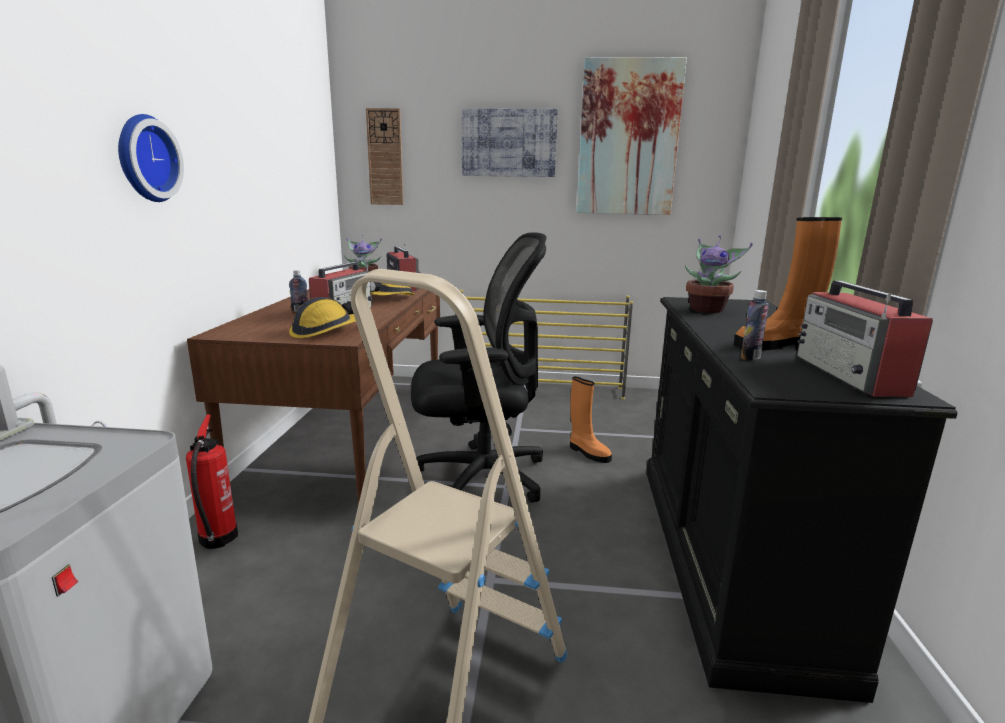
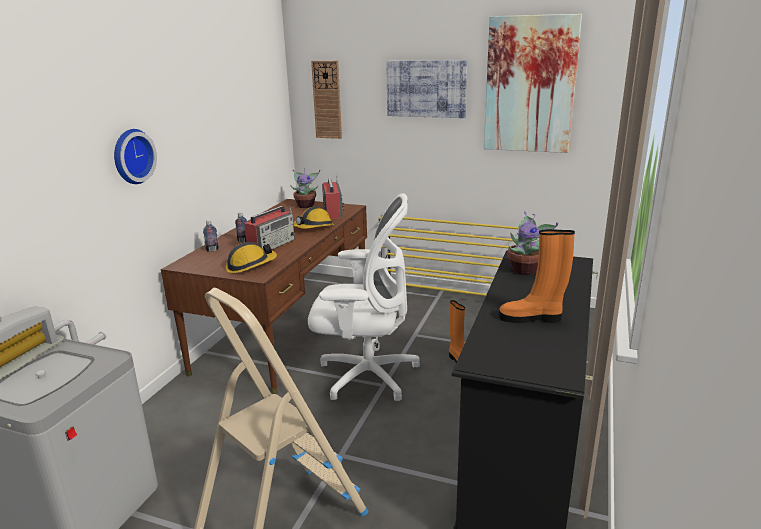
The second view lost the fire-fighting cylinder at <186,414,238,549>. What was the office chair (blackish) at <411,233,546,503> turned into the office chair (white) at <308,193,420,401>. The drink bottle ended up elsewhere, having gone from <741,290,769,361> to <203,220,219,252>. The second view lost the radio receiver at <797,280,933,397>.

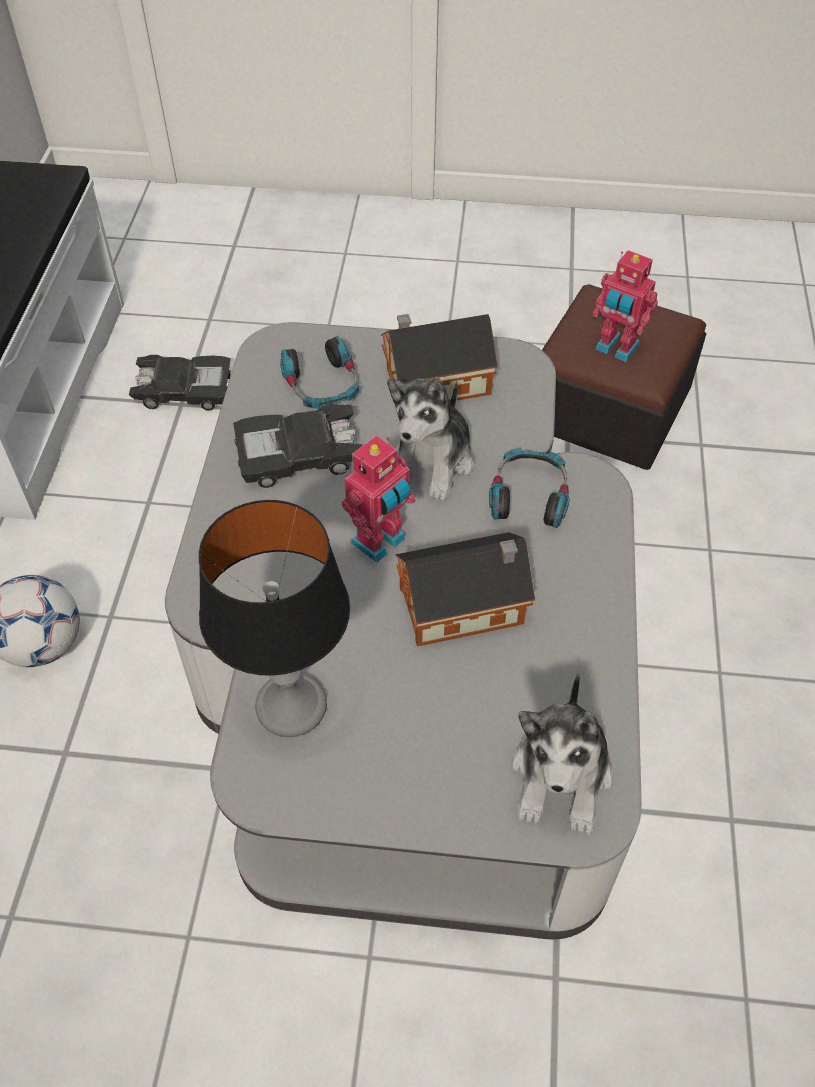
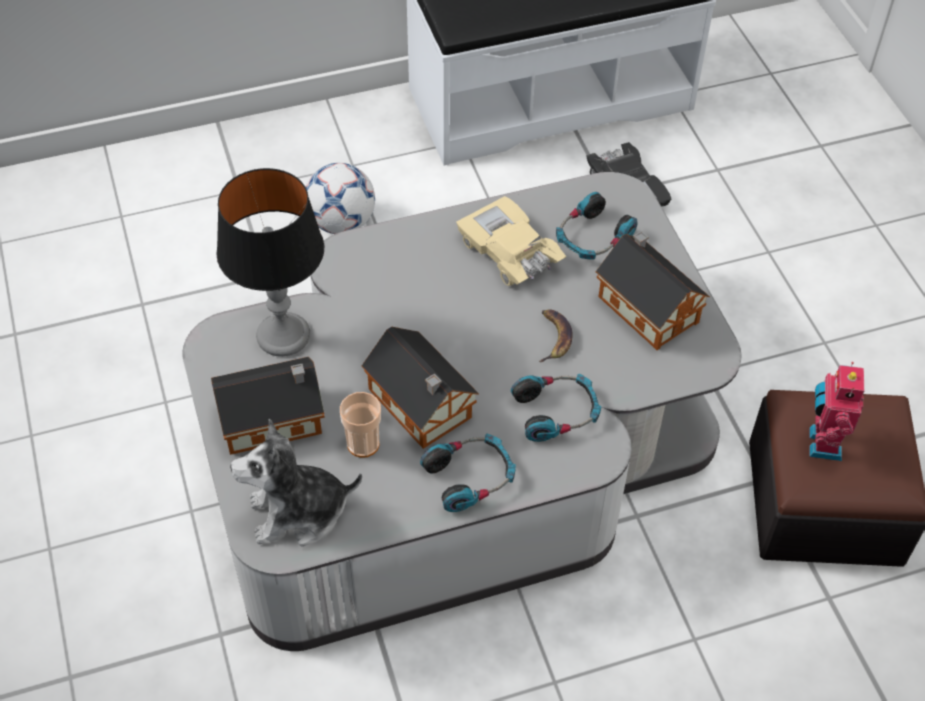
What was the toy car (blackish) at <233,404,362,488> turned into the toy car (beige) at <456,196,567,286>. The second view lost the toy robot at <342,435,416,563>. Where the plush toy stood at <387,377,474,502>, the banana fruit came to stand at <539,309,572,362>. The second view gained the toy house at <211,357,325,455>. The second view gained the drinking cup at <340,392,381,458>. The second view gained the headset at <420,434,516,512>.

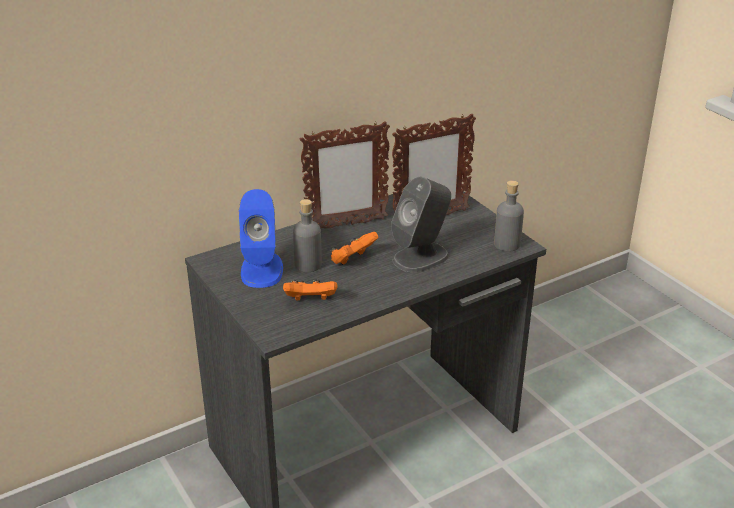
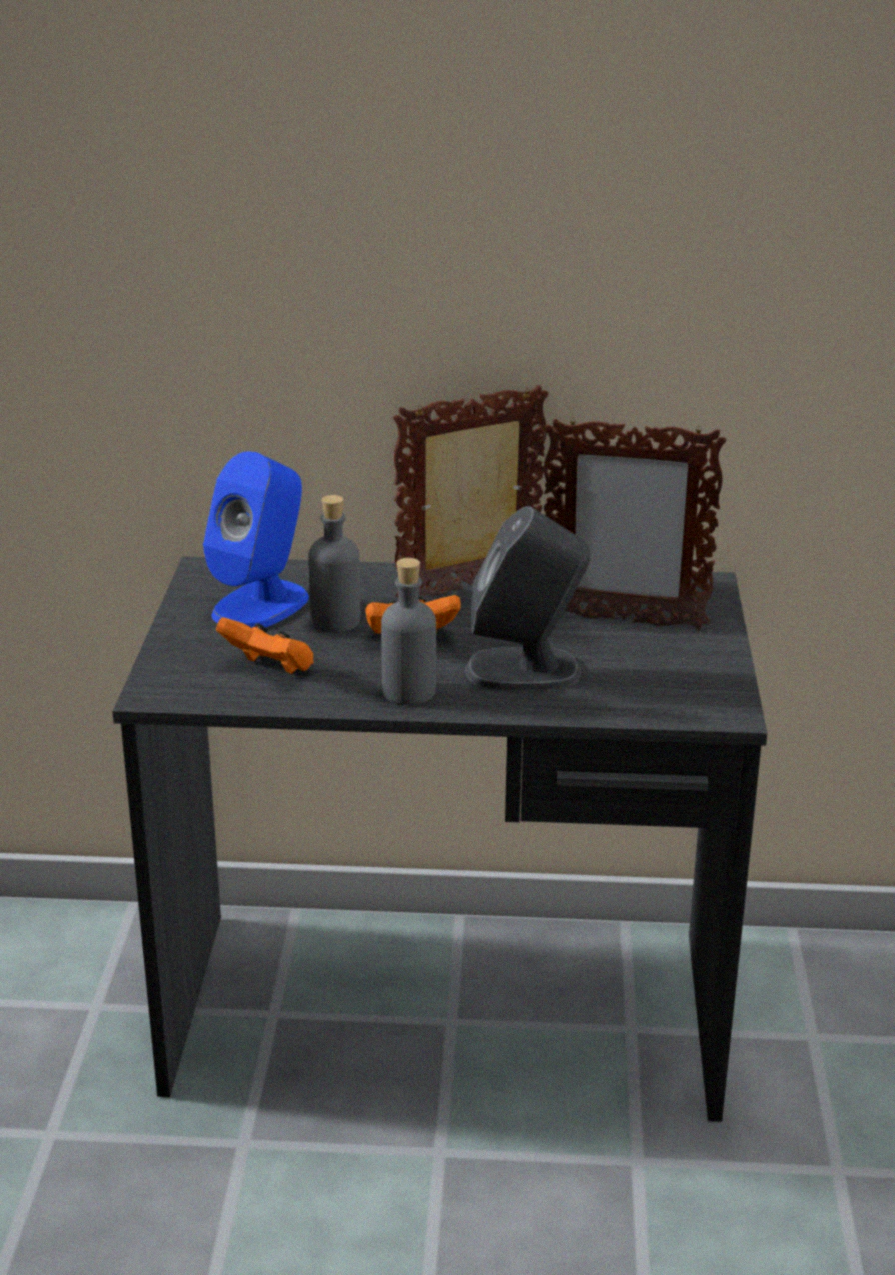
The photo frame at <300,121,390,228> ended up facing another way, 135 degrees clockwise from before. The drink bottle (grey) ended up elsewhere, having gone from <494,180,524,252> to <381,558,436,705>.

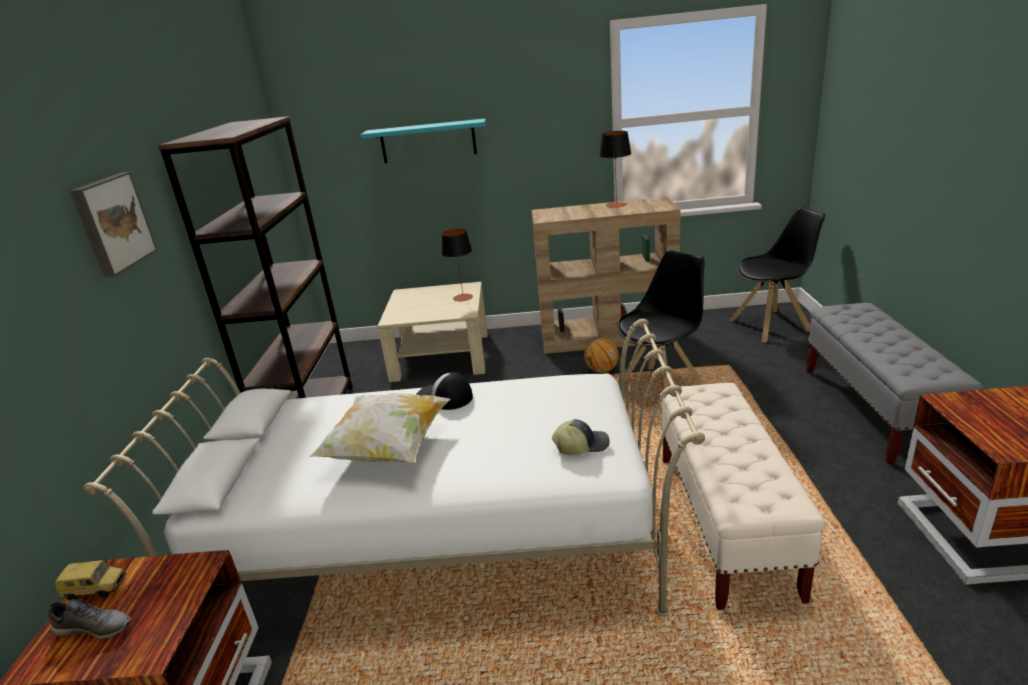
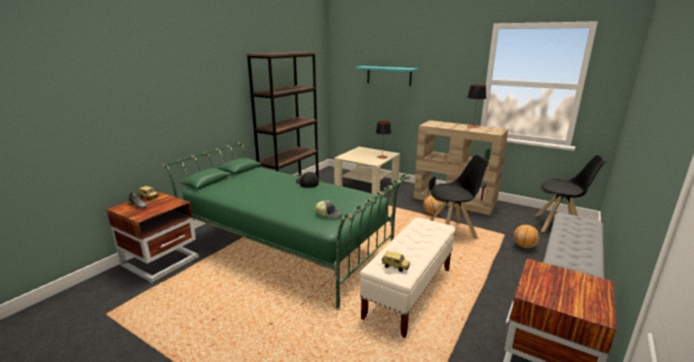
The second view lost the wall picture at <70,172,157,277>. What was the sleeping bed (white) at <83,319,705,616> turned into the sleeping bed (green) at <162,142,410,310>. The second view lost the throw pillow at <309,393,450,462>. The second view gained the toy car at <382,251,410,272>. The second view gained the basketball at <514,225,540,248>.

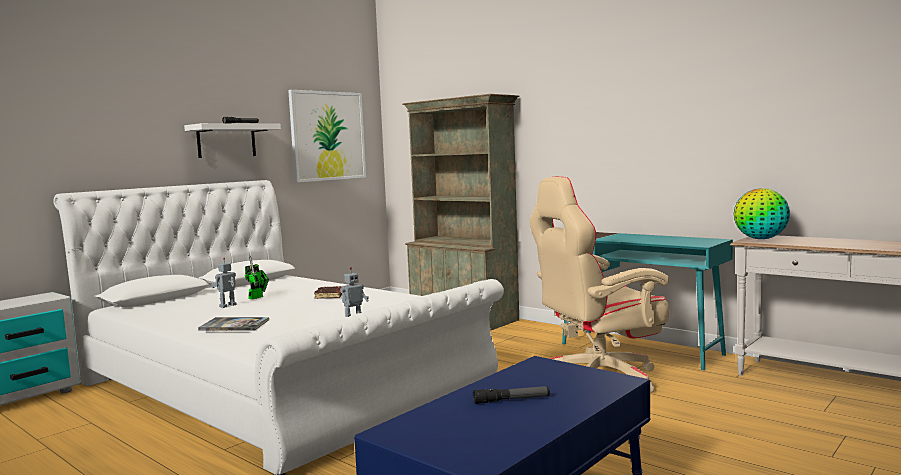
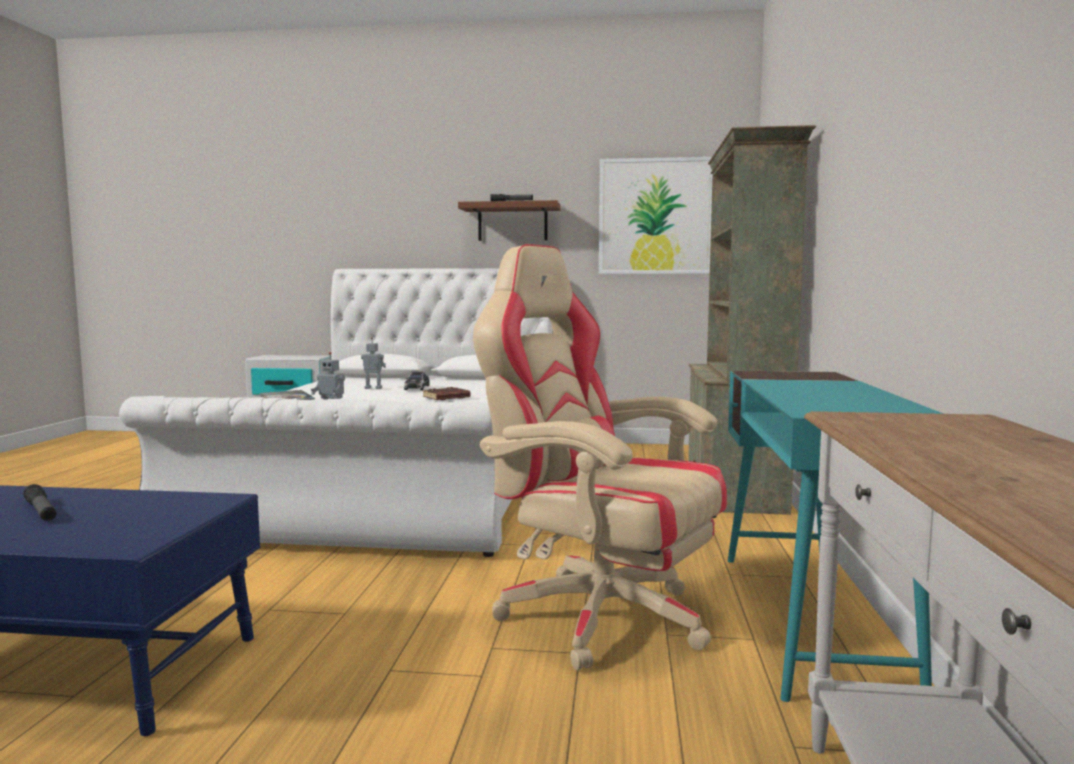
What was the bracket shelf (white) at <184,123,281,158> turned into the bracket shelf (brown-coloured) at <458,200,561,241>. Where the toy robot stood at <245,255,269,299>, the toy car came to stand at <404,372,429,390>. The second view lost the desk globe at <734,188,790,239>.

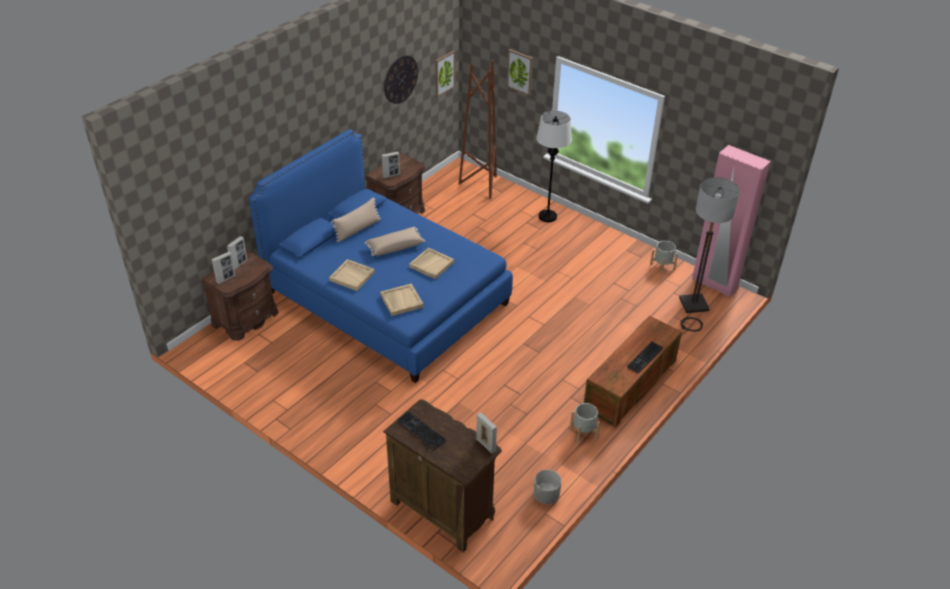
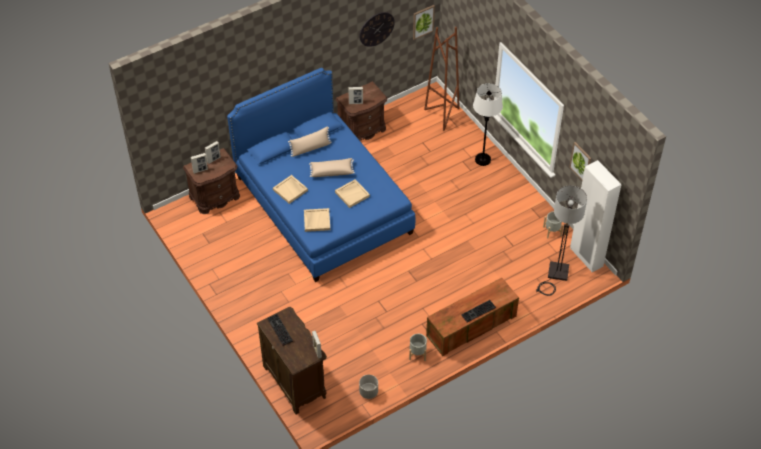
The wall picture ended up elsewhere, having gone from <507,49,533,96> to <569,142,591,180>. What was the wardrobe (pink-coloured) at <692,145,771,297> turned into the wardrobe (white) at <570,160,622,272>.

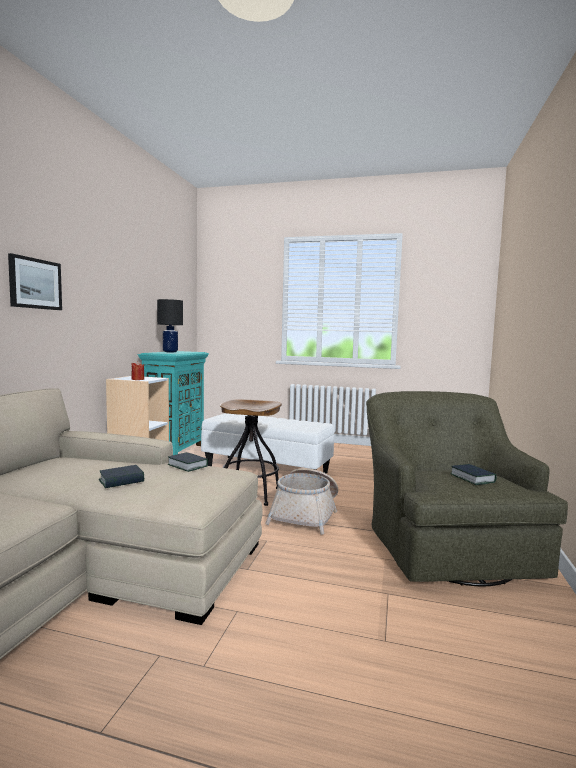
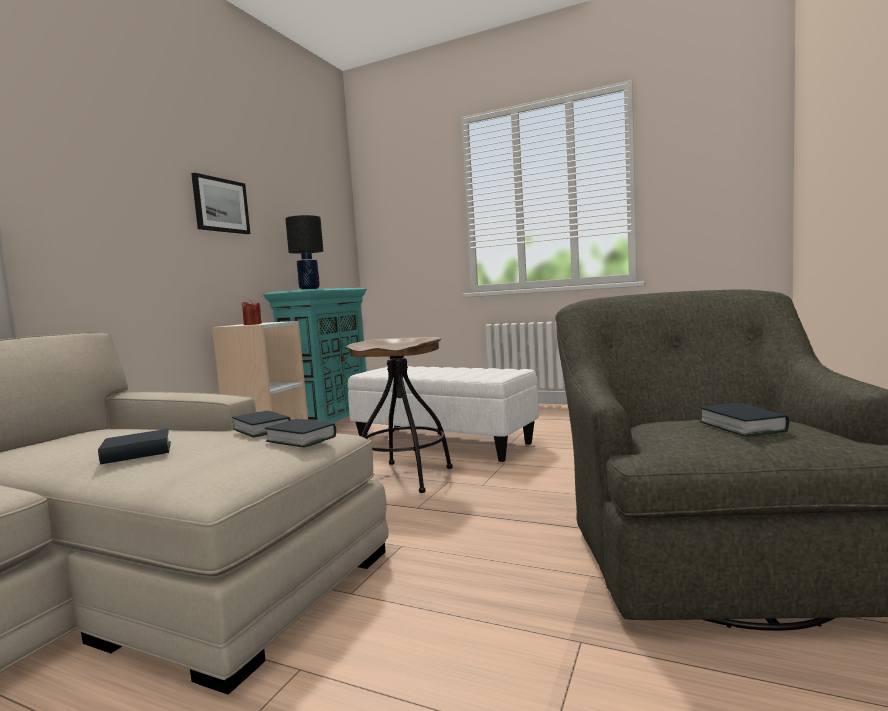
The wall picture ended up elsewhere, having gone from <8,253,62,310> to <191,173,250,234>. The second view lost the basket at <265,468,338,535>. The second view gained the volume at <265,419,336,448>.

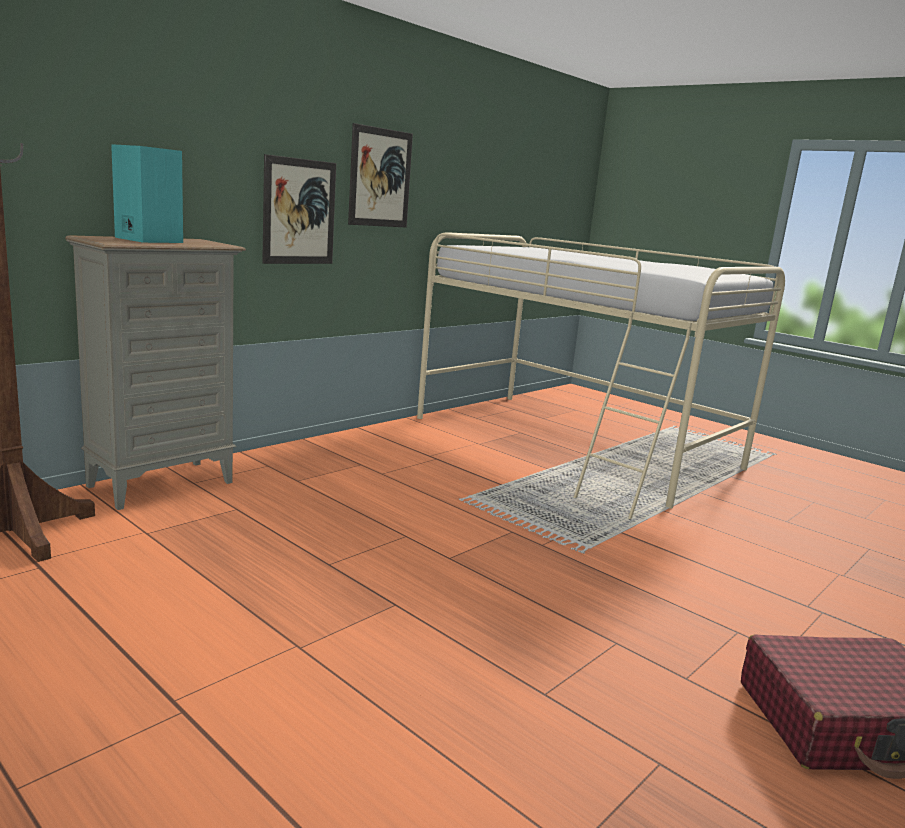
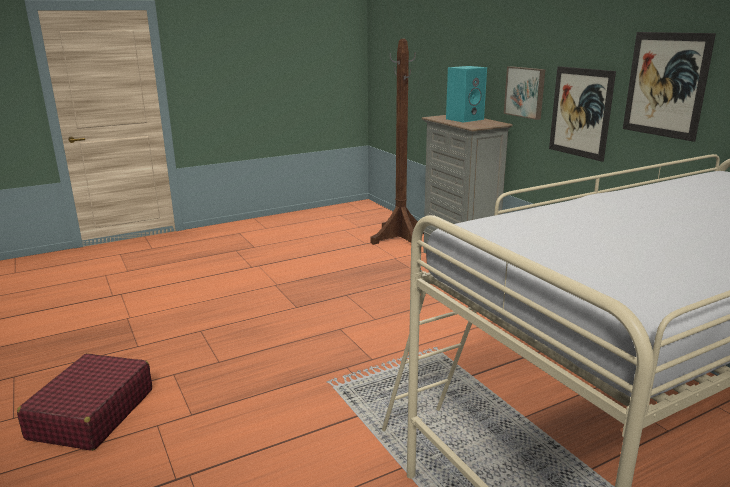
The second view gained the wall picture at <504,66,546,120>.

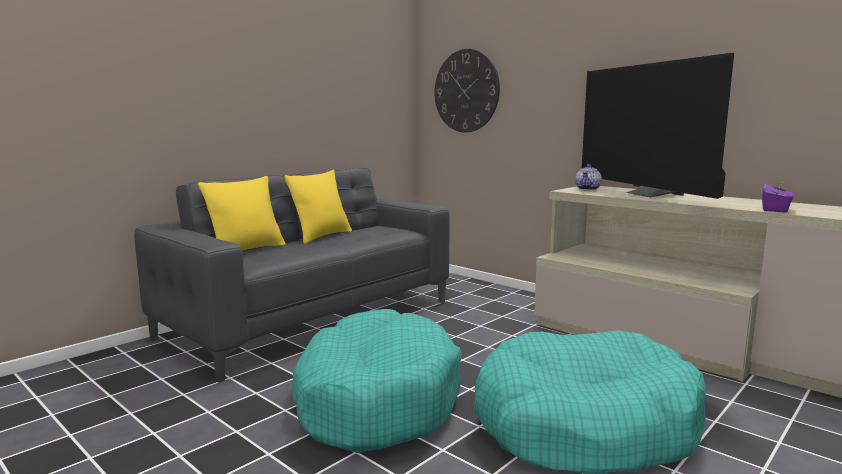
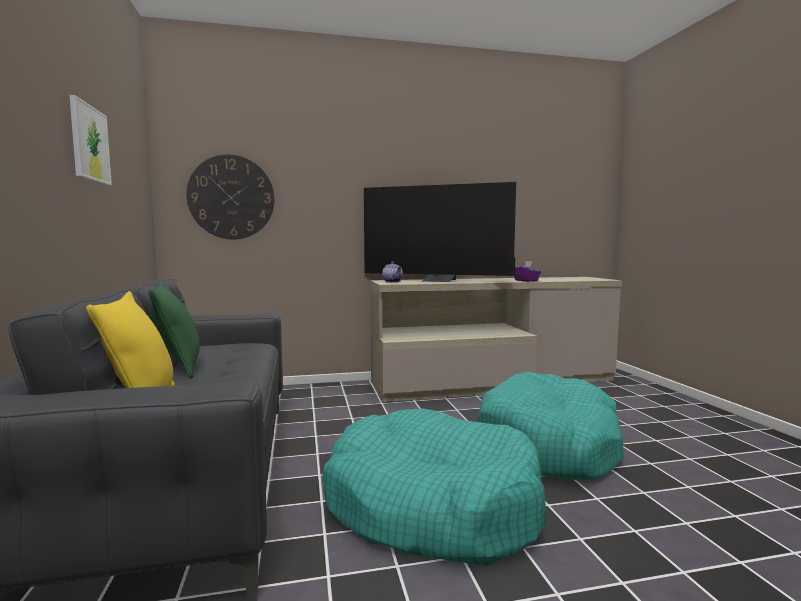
What was the throw pillow (yellowish) at <284,170,352,244> turned into the throw pillow (green) at <148,282,200,379>. The second view gained the wall picture at <69,95,112,185>.

